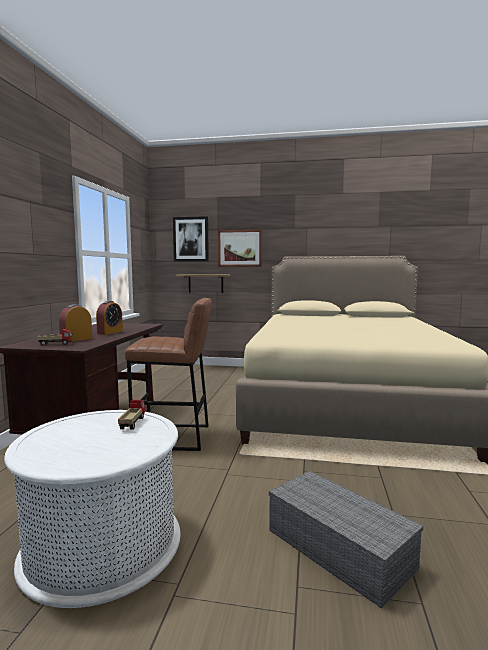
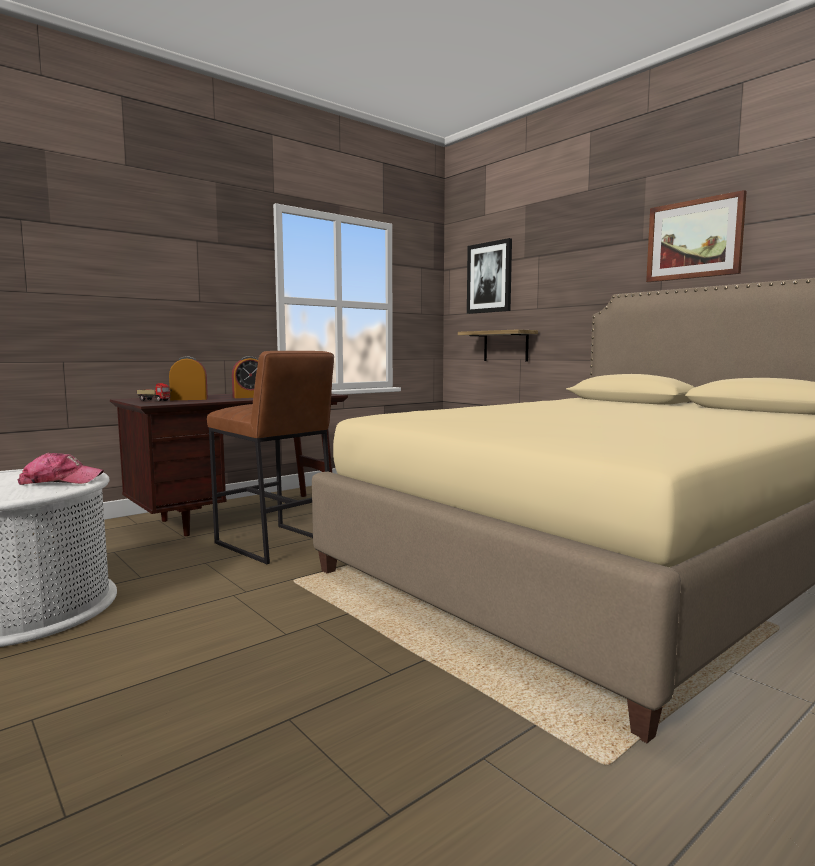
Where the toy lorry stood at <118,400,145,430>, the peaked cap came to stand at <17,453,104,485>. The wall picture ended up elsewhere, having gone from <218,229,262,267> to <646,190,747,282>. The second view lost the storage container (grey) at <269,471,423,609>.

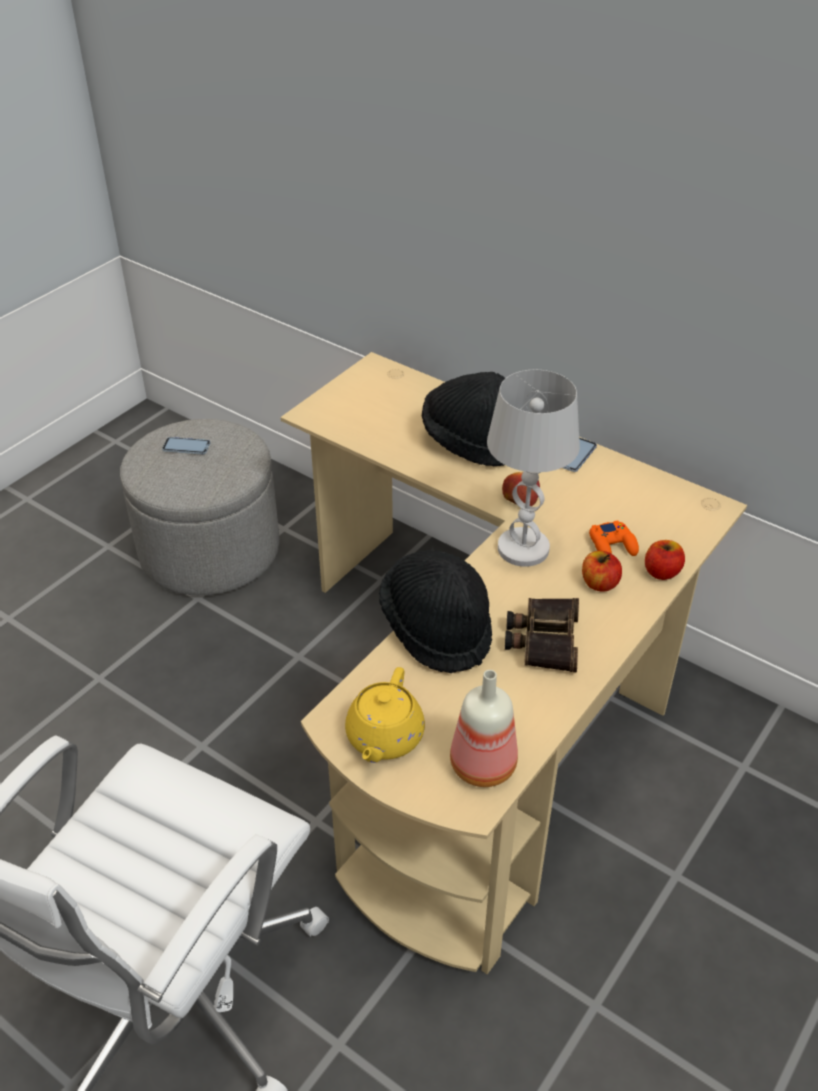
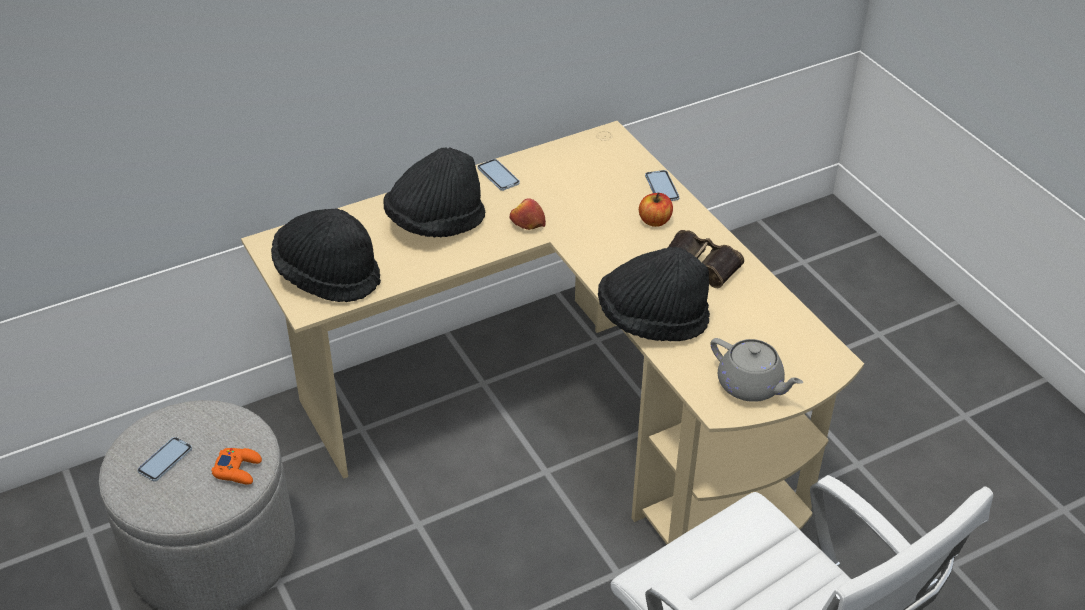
What was the pot for tea (yellowish) at <345,667,425,763> turned into the pot for tea (grey) at <711,338,803,402>. The second view lost the drink bottle at <450,670,518,787>. The second view lost the table lamp (white) at <487,370,580,567>. The game controller (orange) ended up elsewhere, having gone from <589,520,639,556> to <211,448,262,485>. Where the whole apple stood at <645,540,685,580>, the telephone came to stand at <645,170,679,201>. The second view gained the clothing hat (blackish) at <271,209,381,302>.

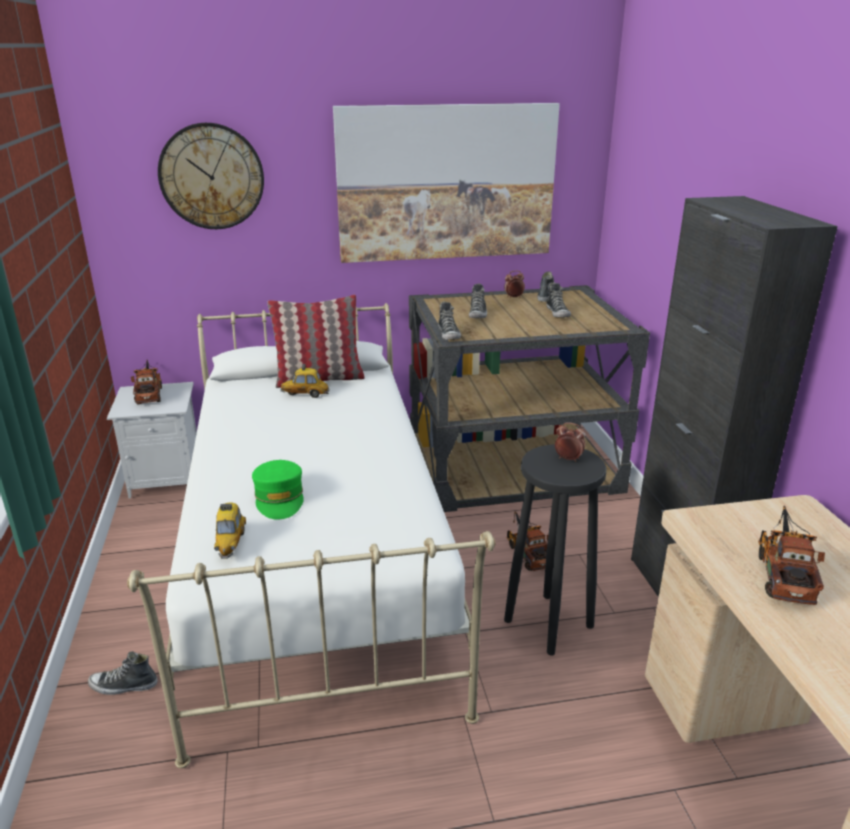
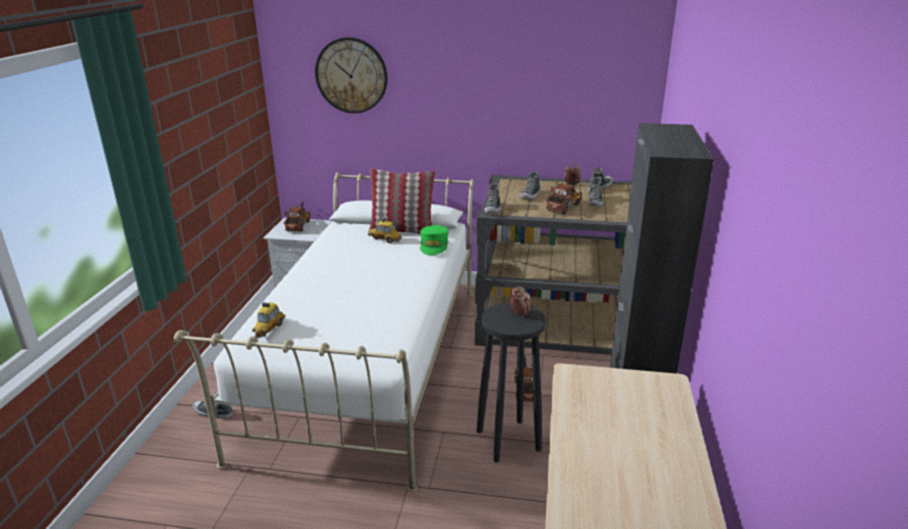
The peaked cap (green) ended up elsewhere, having gone from <252,460,304,519> to <420,225,449,255>. The second view lost the wall picture at <333,103,560,263>. The toy lorry ended up elsewhere, having gone from <758,505,825,605> to <546,179,582,214>.

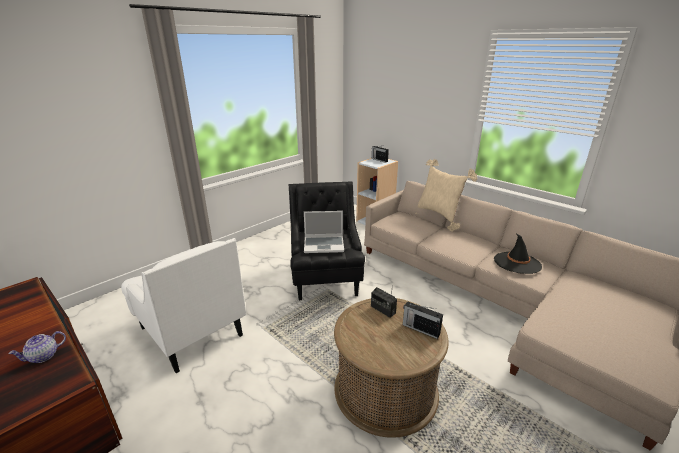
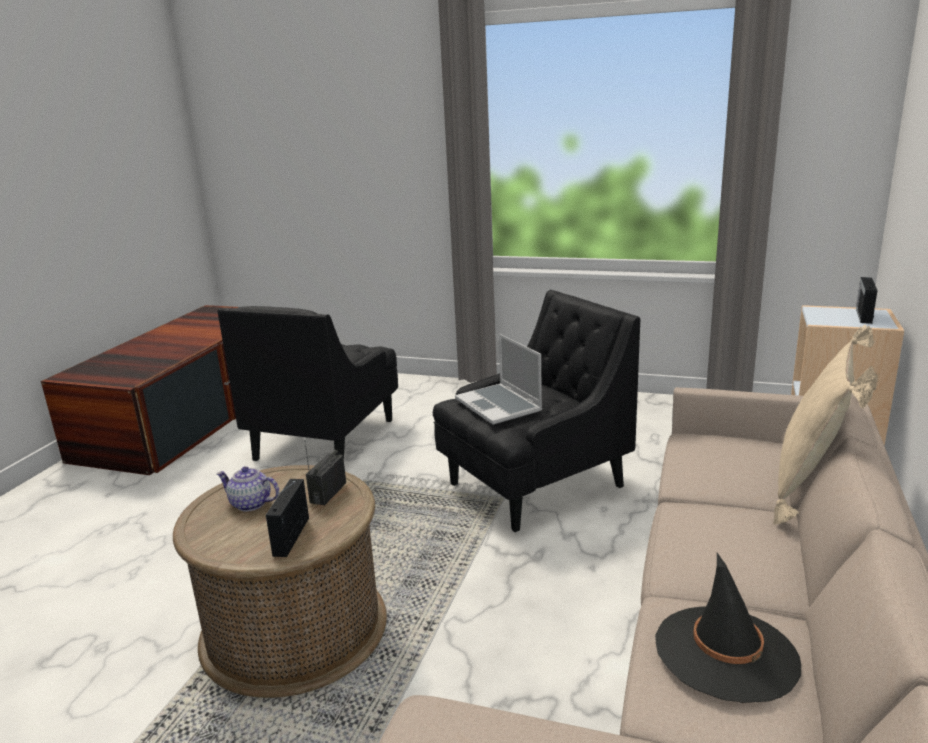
The pot for tea ended up elsewhere, having gone from <8,331,66,363> to <216,466,279,511>. What was the easy chair (white) at <121,238,246,373> turned into the easy chair (blackish) at <217,306,398,461>.

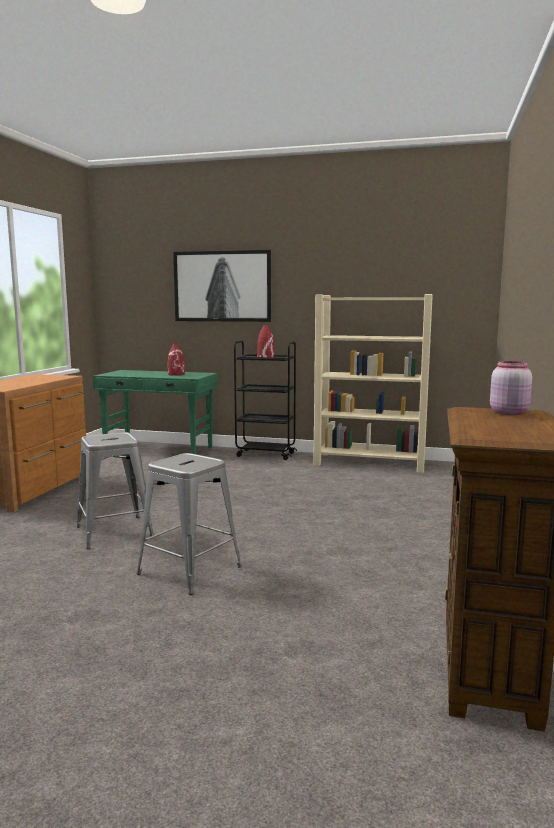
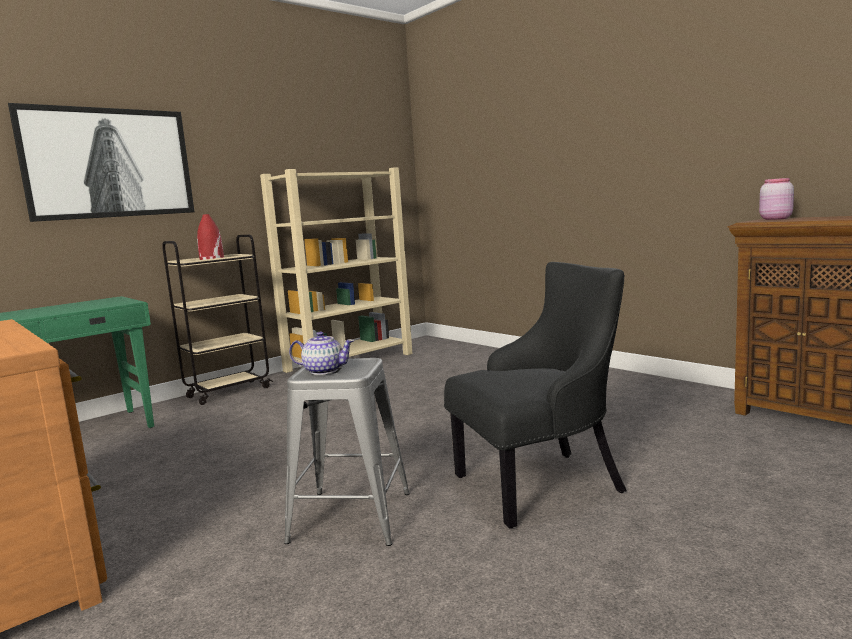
Where the stool (grey) stood at <137,453,242,595>, the upright chair (blackish) came to stand at <444,262,627,529>. The second view lost the vase (reddish) at <168,343,185,376>. What was the trolley (blackish) at <234,341,297,460> turned into the trolley (beige) at <162,235,273,405>. The second view gained the pot for tea at <289,332,354,375>.

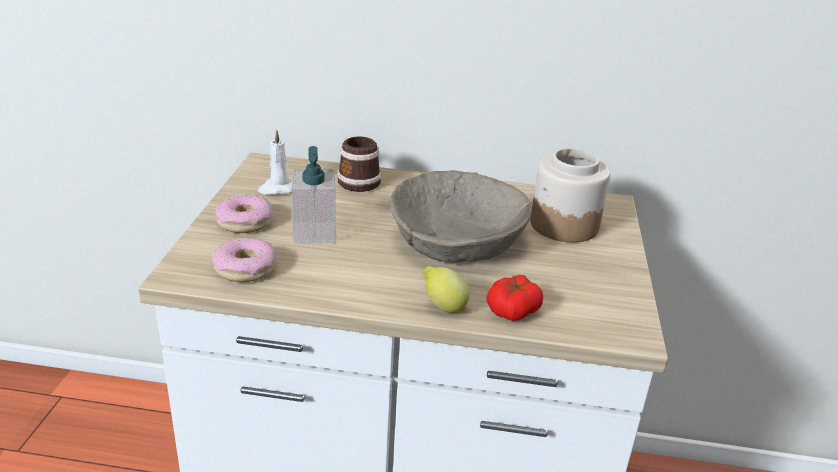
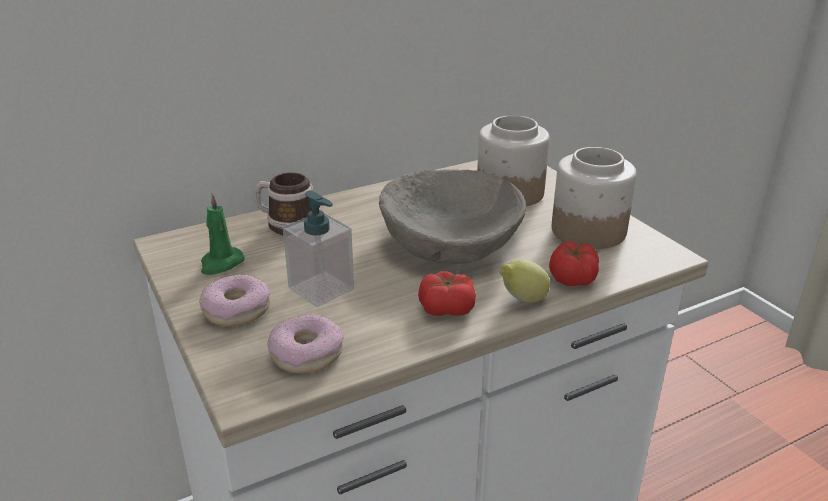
What was the candle (white) at <258,129,292,195> turned into the candle (green) at <201,193,245,275>. The second view gained the fresh tomato at <418,271,476,316>. The second view gained the jar at <552,147,637,249>.

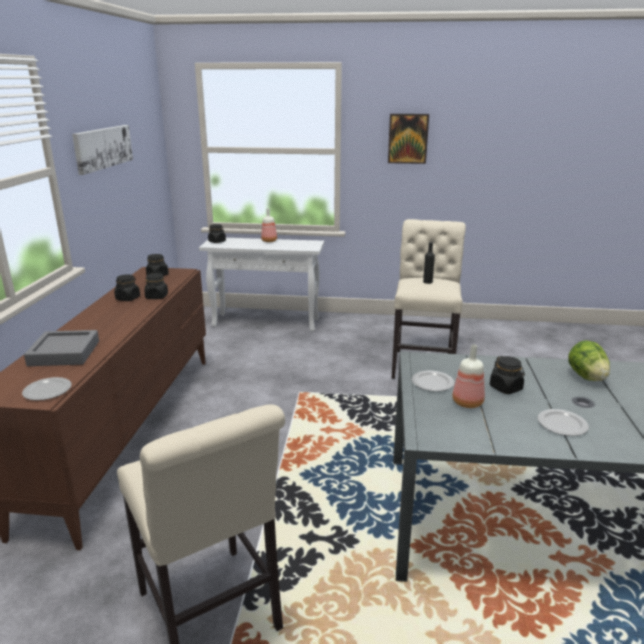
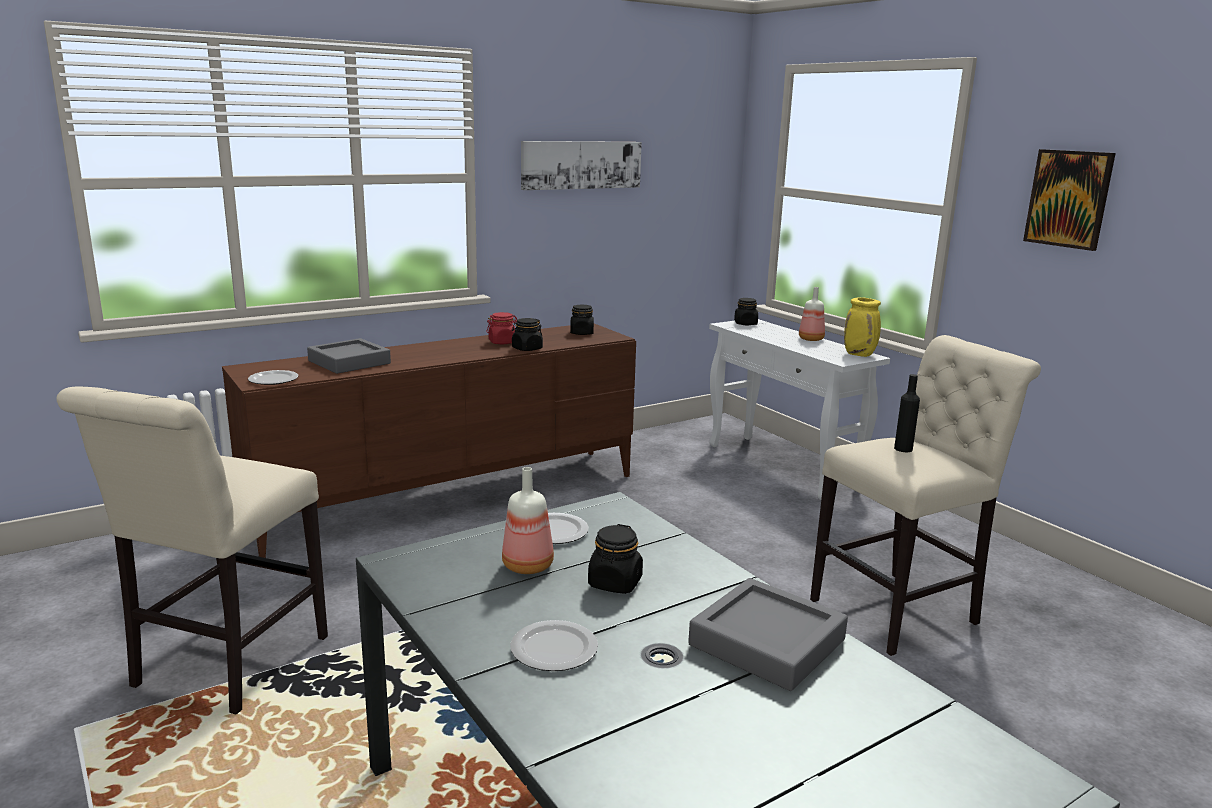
What was the jar (blackish) at <114,274,140,301> turned into the jar (reddish) at <486,312,518,344>. Where the lettuce stood at <568,340,610,381>, the serving tray (grey) came to stand at <688,578,848,691>. The second view gained the vase (yellowish) at <844,297,881,357>.

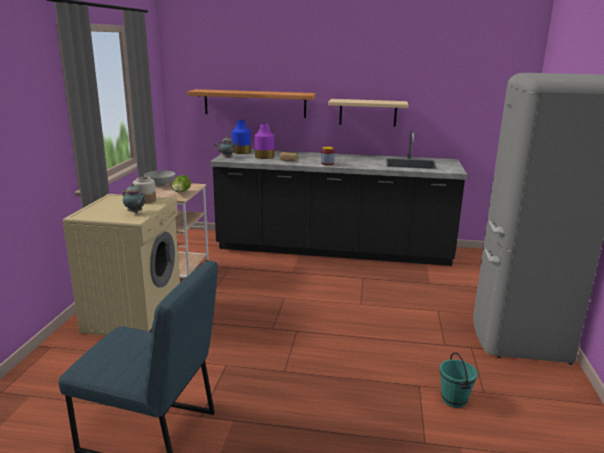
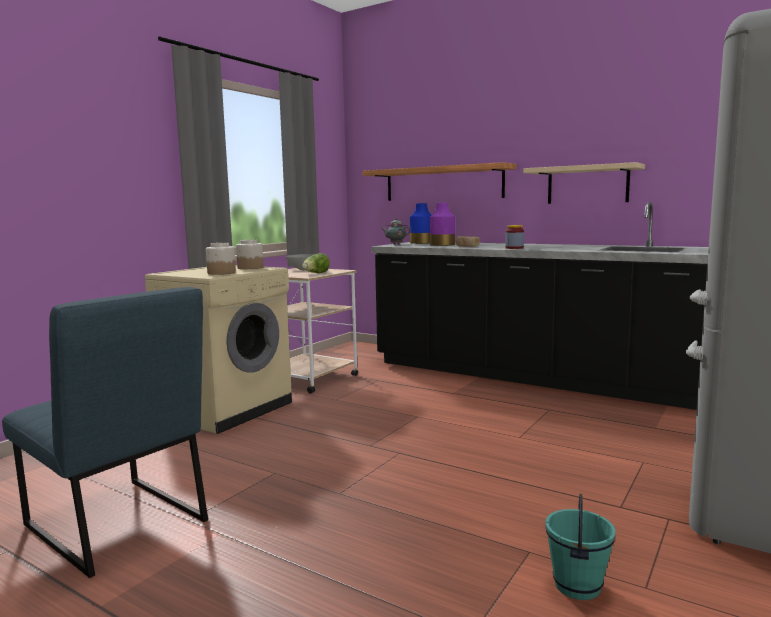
Where the pot for tea stood at <123,184,146,213>, the jar came to stand at <206,243,236,275>.

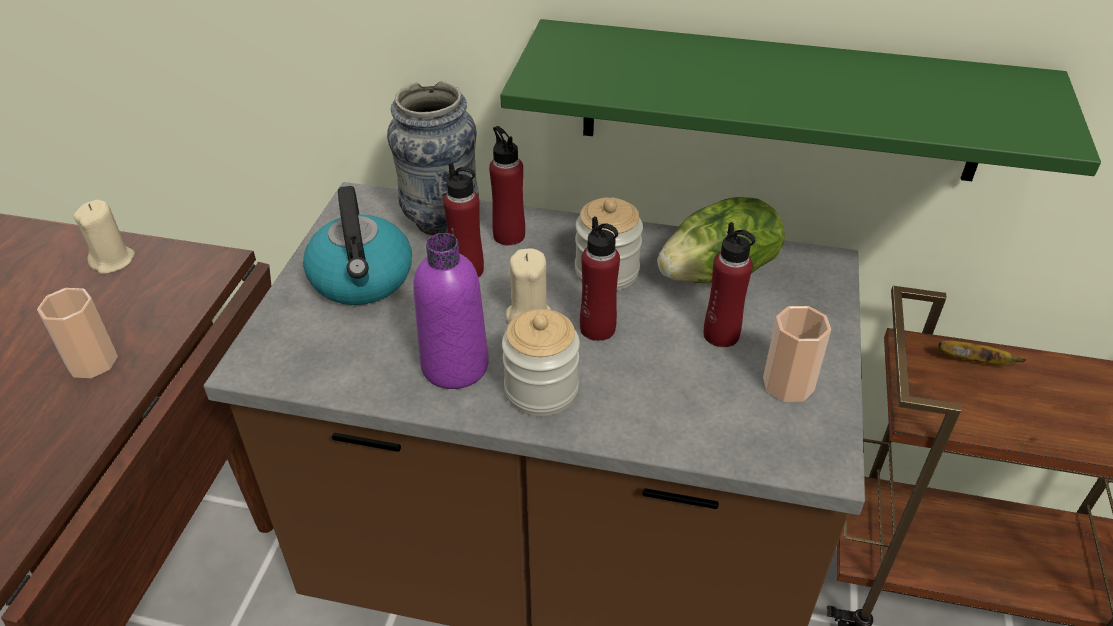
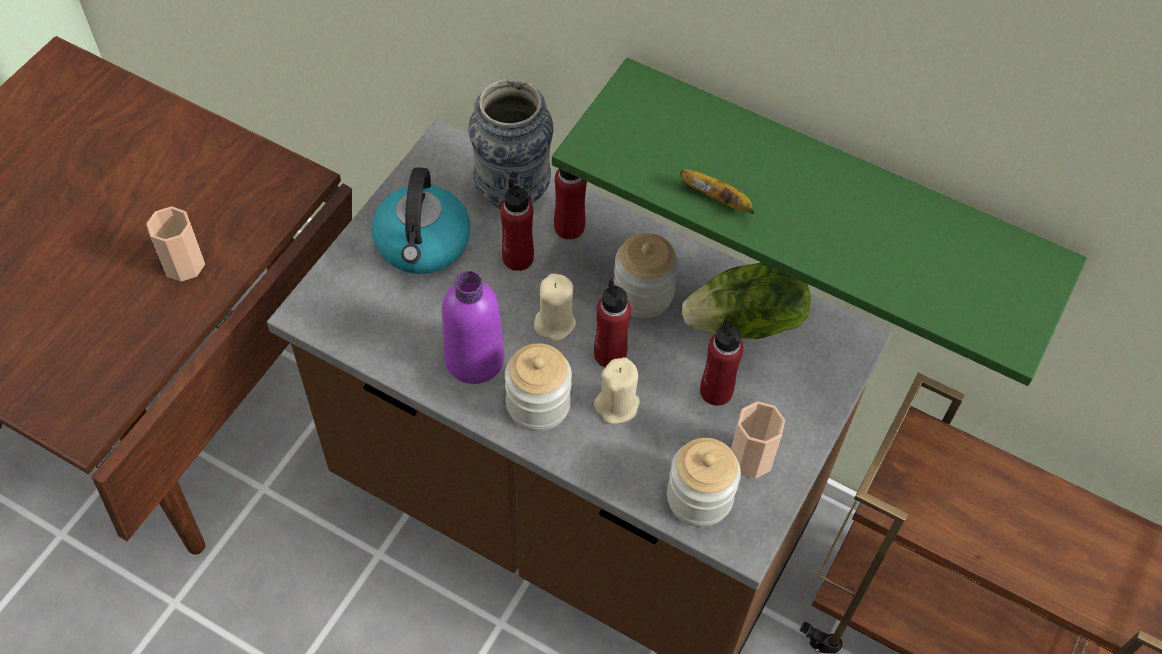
The candle (beige) ended up elsewhere, having gone from <74,200,135,274> to <594,357,640,424>. The banana fruit ended up elsewhere, having gone from <939,341,1026,365> to <680,169,754,214>. The second view gained the jar at <667,438,741,527>.

